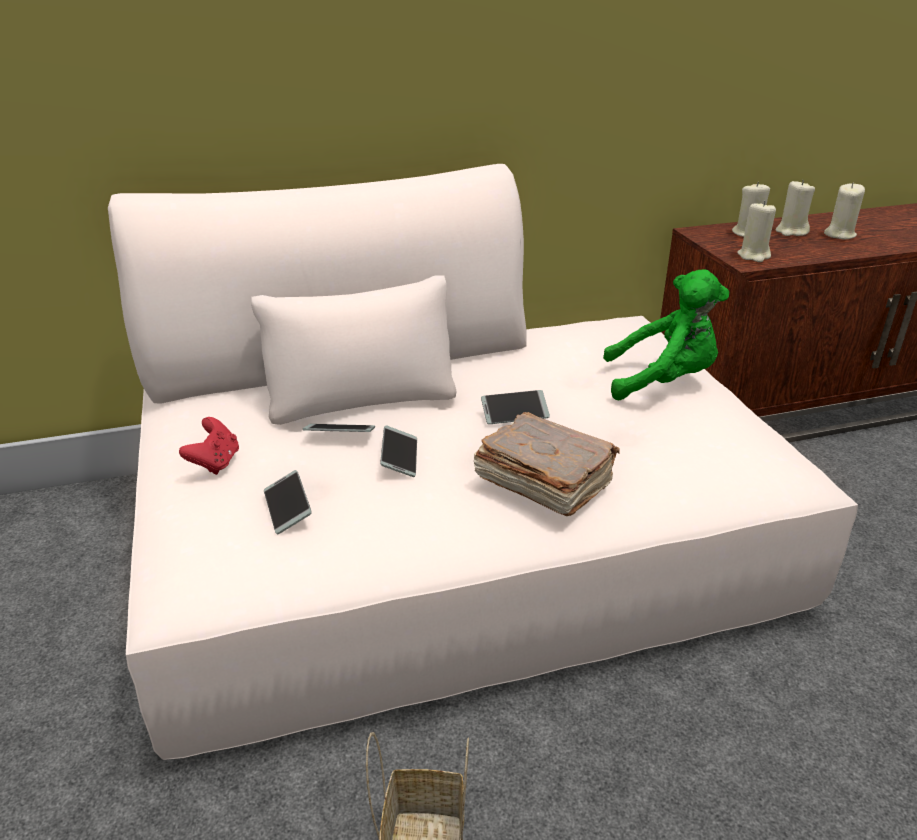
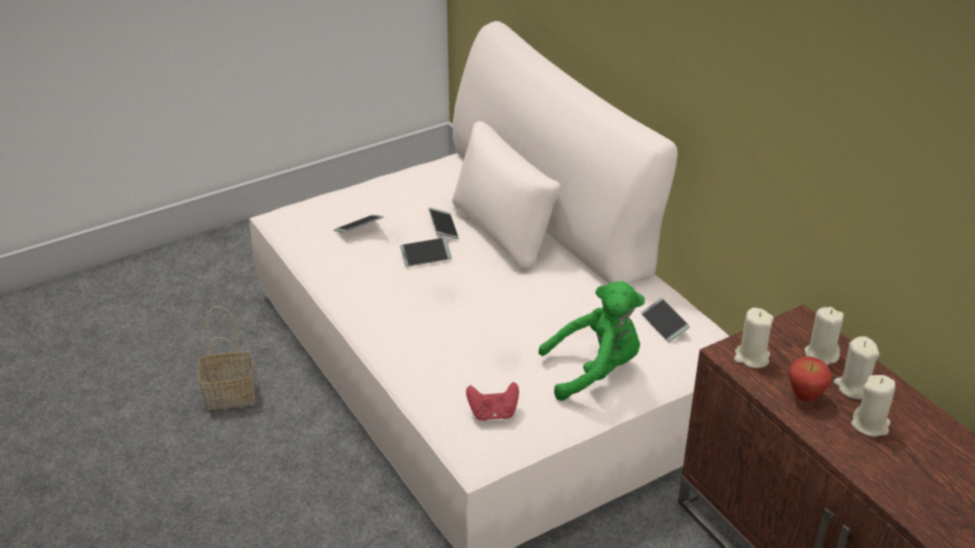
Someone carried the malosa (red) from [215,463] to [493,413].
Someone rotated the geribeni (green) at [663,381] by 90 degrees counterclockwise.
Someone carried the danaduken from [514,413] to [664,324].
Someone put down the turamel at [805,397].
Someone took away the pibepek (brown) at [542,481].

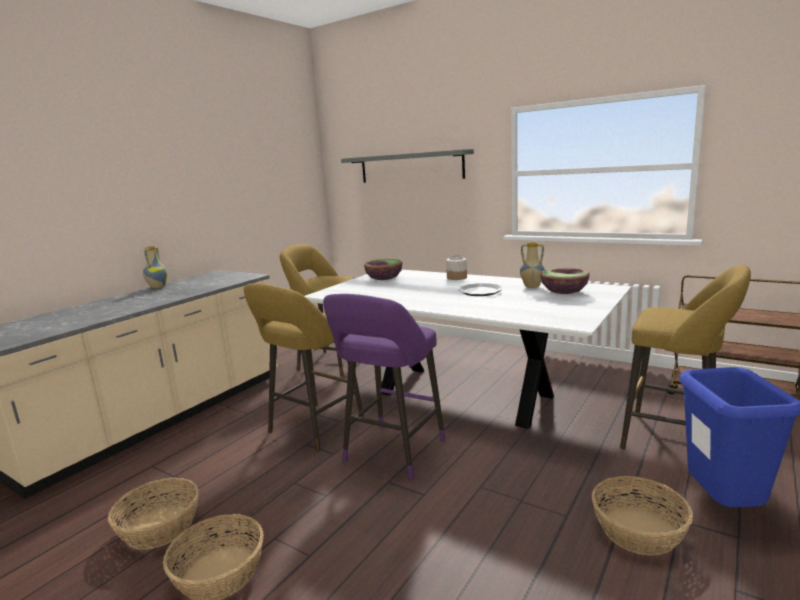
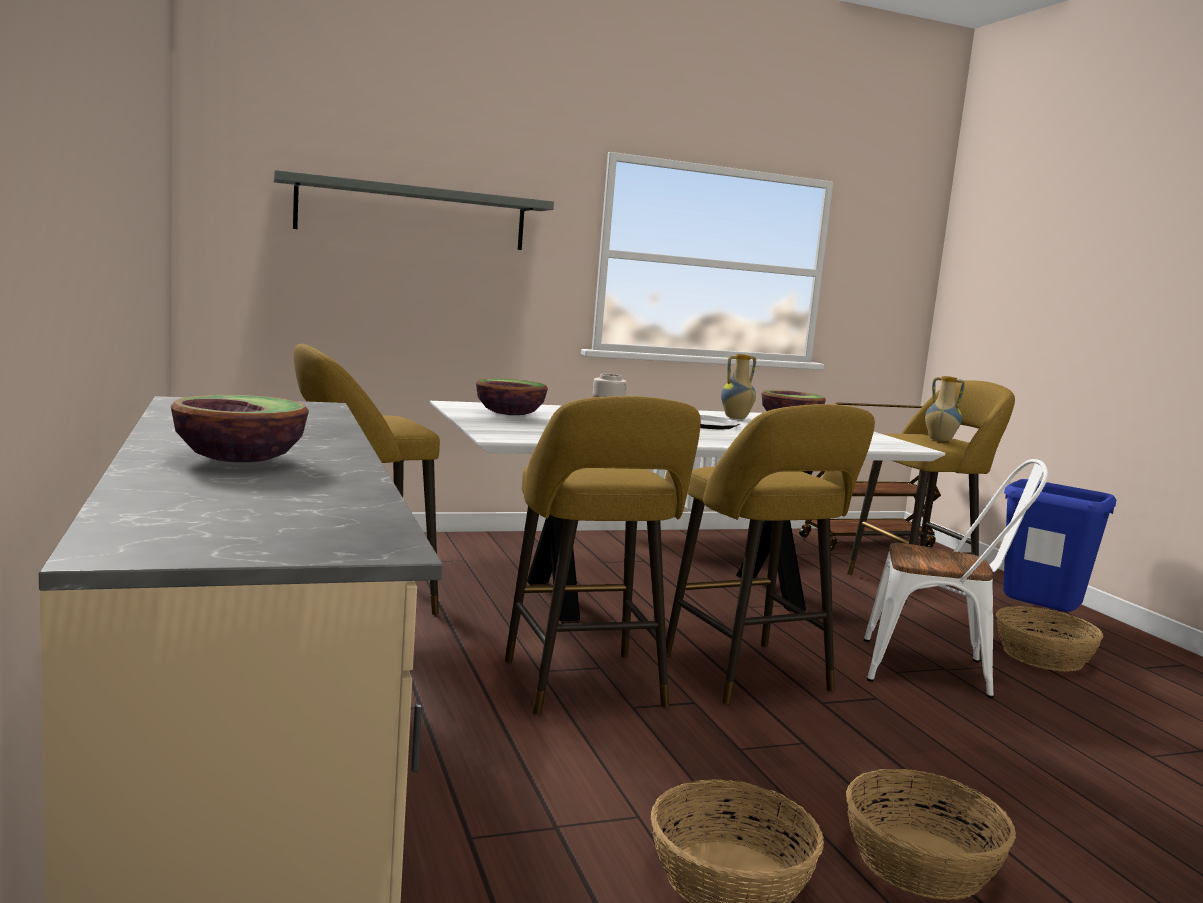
Someone put down the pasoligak at [240,461].
Someone repainted the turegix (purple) at [391,453], which became the turegix (yellow) at [752,676].
Someone put down the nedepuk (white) at [938,671].
Someone carried the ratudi from [157,287] to [939,440].

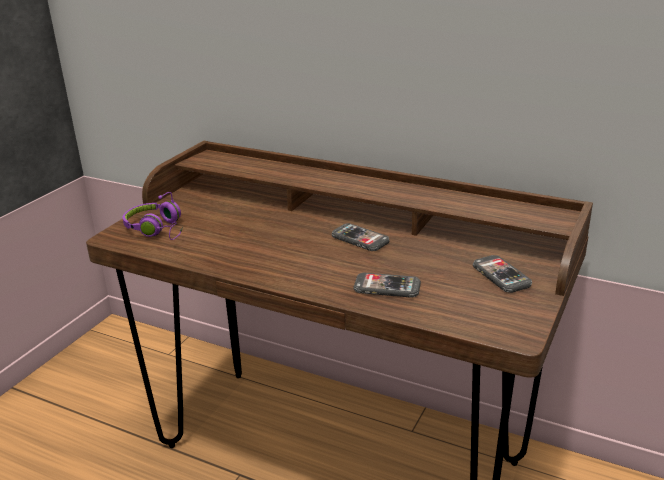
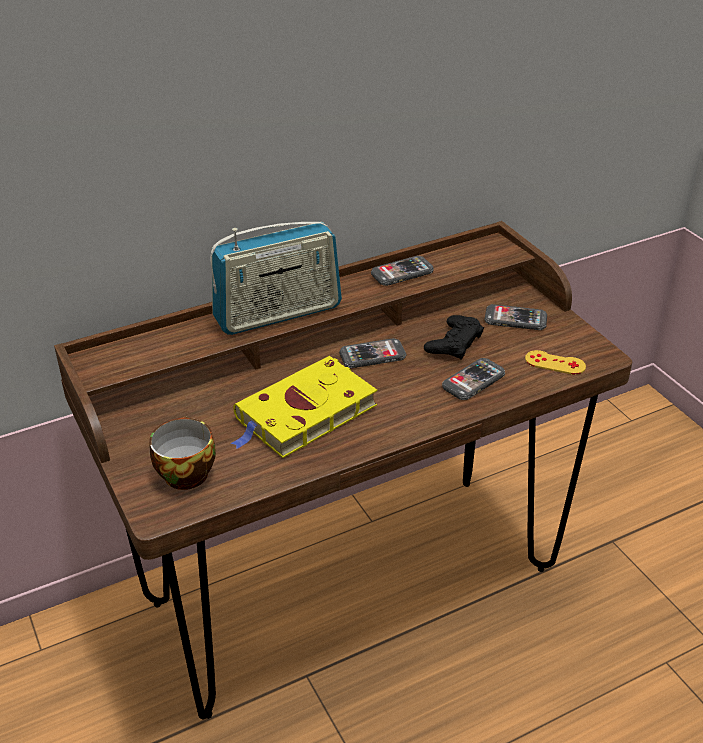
Someone swapped the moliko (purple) at [158,229] for the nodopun at [184,472].
Someone put down the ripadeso at [278,314].
Someone put down the pibepek (yellow) at [303,414].
Someone put down the danaduken at [402,273].
Someone put down the malosa (black) at [454,343].
Someone put down the malosa (yellow) at [555,363].

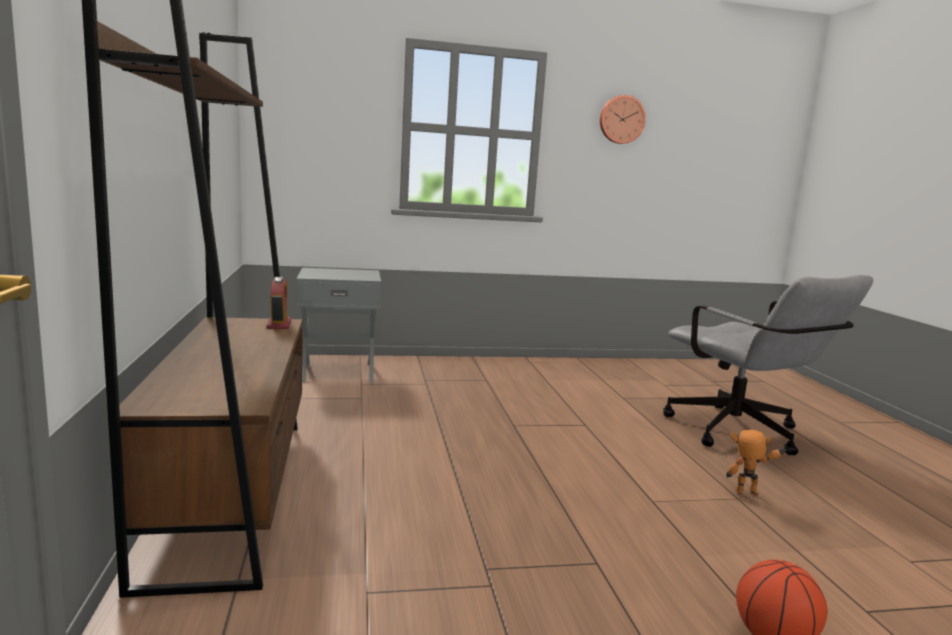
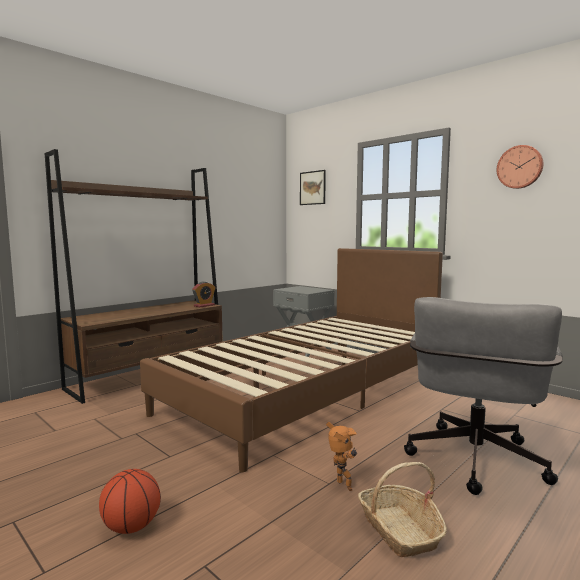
Someone put down the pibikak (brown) at [308,392].
Someone put up the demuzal at [312,188].
Someone put down the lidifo at [400,530].

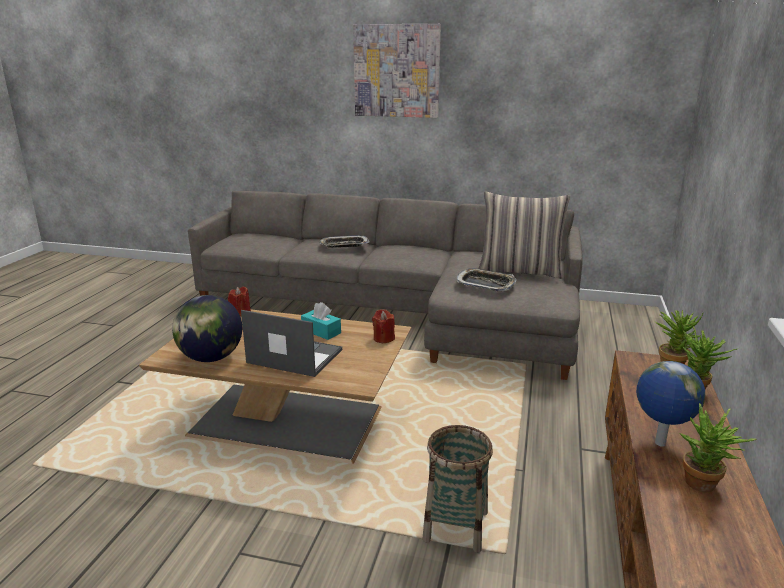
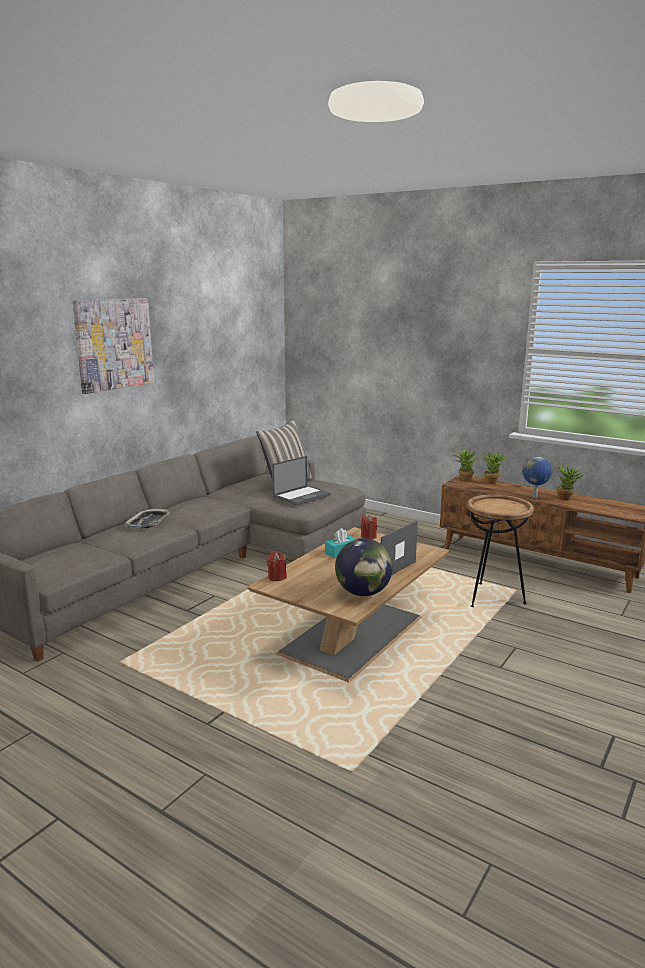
Someone swapped the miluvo at [485,284] for the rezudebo at [302,496].
Someone swapped the lidifo at [456,526] for the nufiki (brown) at [492,598].

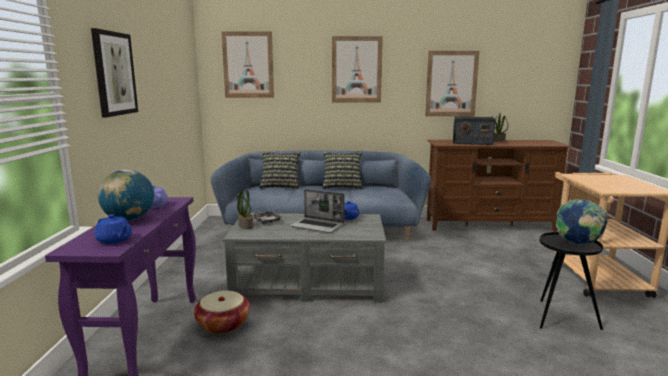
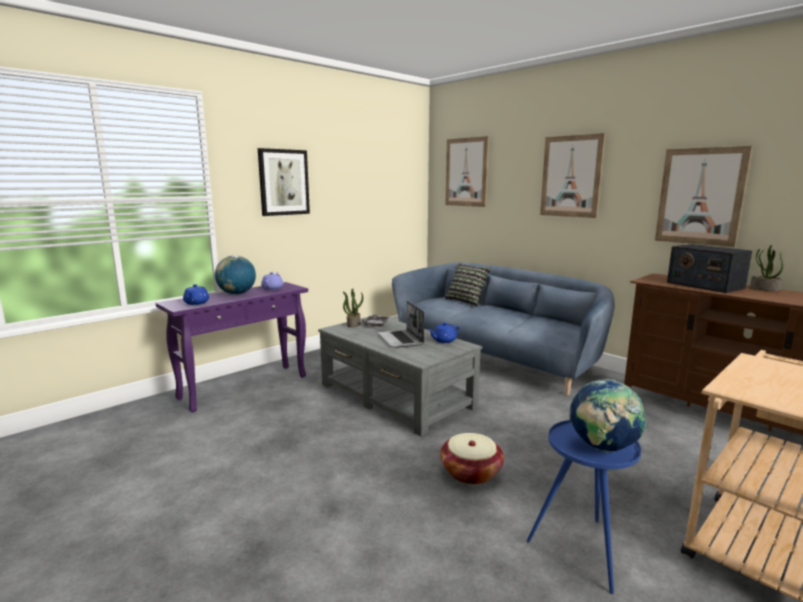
Someone carried the lidifo from [223,324] to [471,472].
Someone repainted the nufiki (black) at [560,317], which became the nufiki (blue) at [581,548].
Someone took away the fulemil at [342,186].

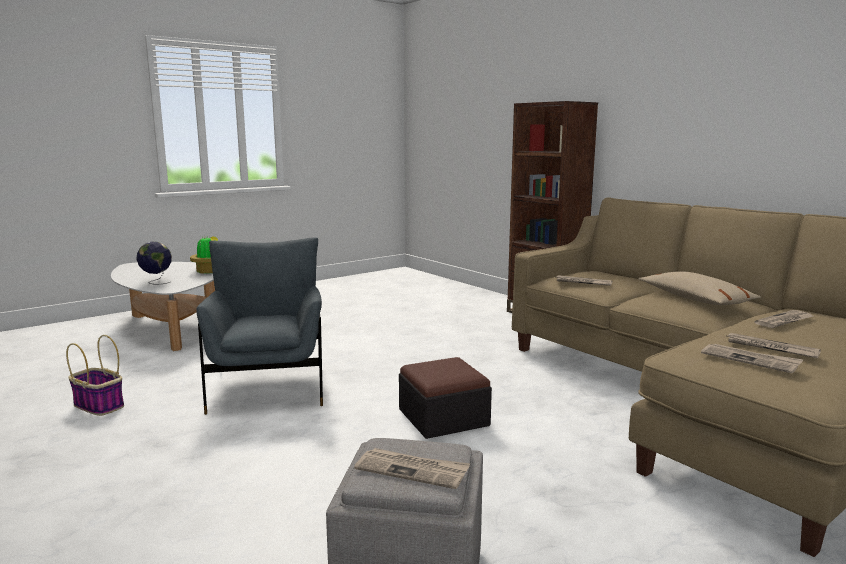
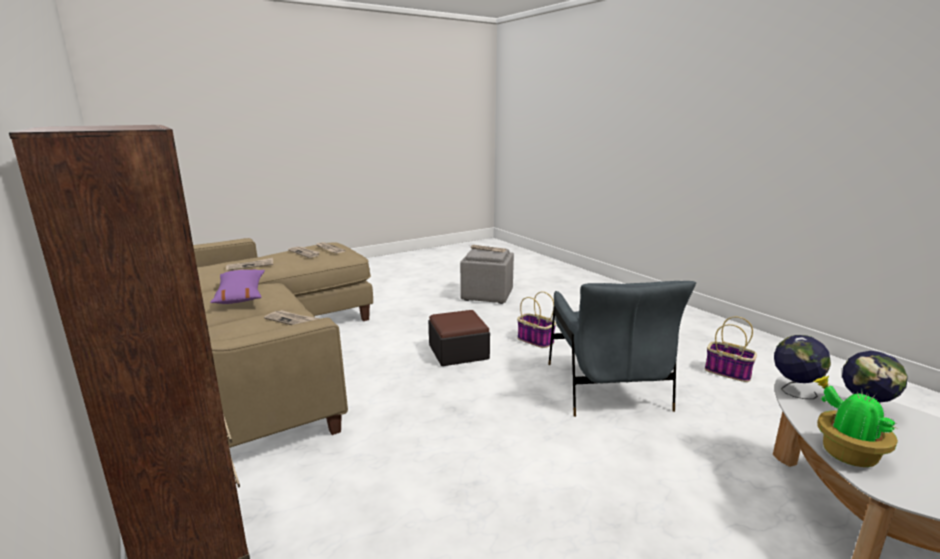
Someone repainted the fulemil (beige) at [695,299], which became the fulemil (purple) at [240,295].
Someone put down the lidifo at [534,340].
Someone put down the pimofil at [794,391].

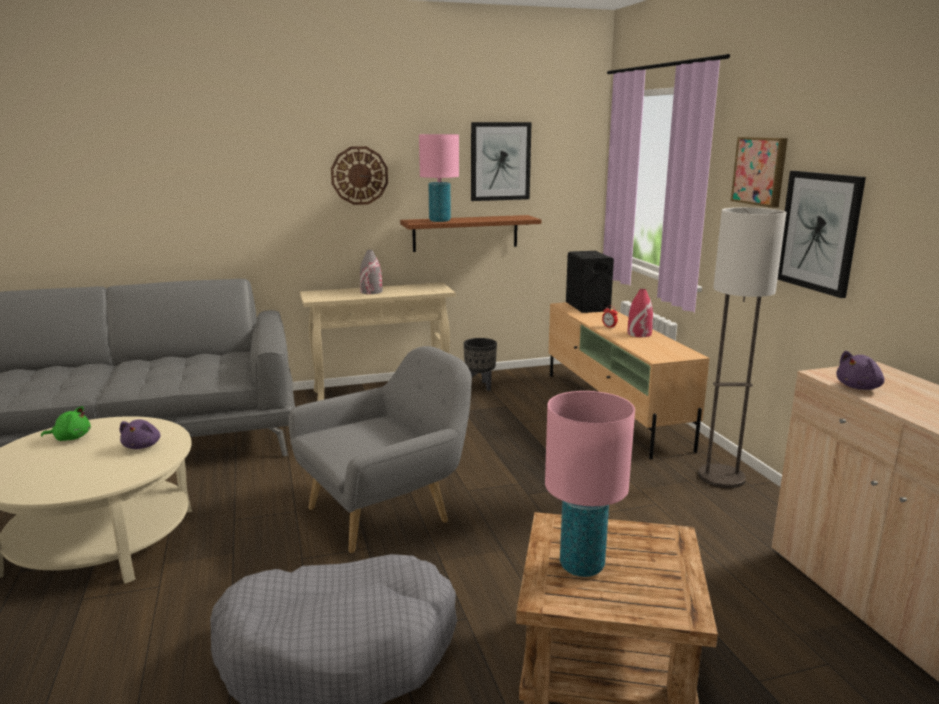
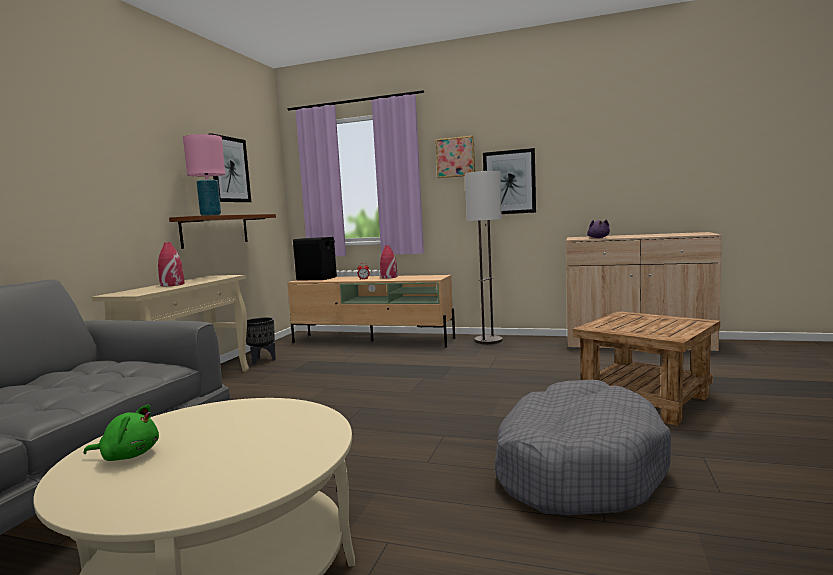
Someone rotated the geribeni (green) at [71,438] by 60 degrees clockwise.
Someone repainted the ratudi (grey) at [371,291], which became the ratudi (red) at [172,285].
Someone took away the geribeni (purple) at [142,446].
Someone took away the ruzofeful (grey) at [385,511].
Someone took away the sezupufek at [359,175].
Someone took away the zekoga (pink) at [581,566].

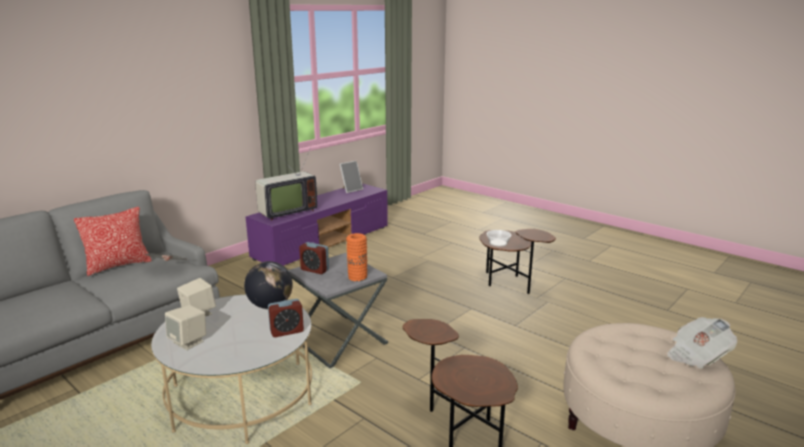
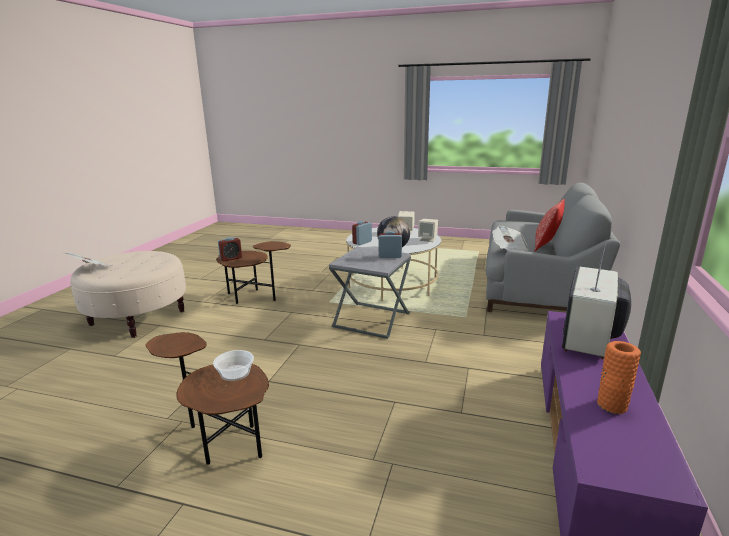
Someone put down the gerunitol at [231,258].
Someone carried the ratudi (orange) from [357,277] to [612,405].
Someone took away the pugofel at [351,189].

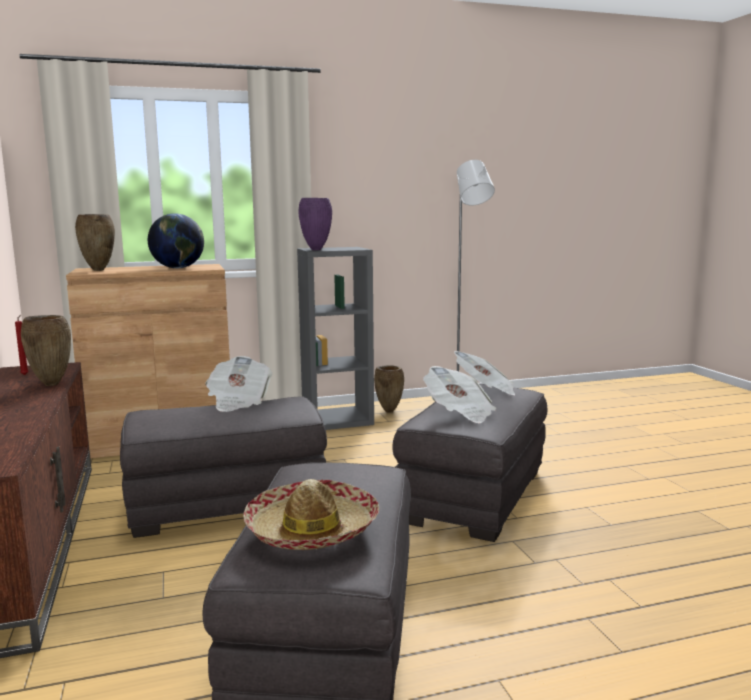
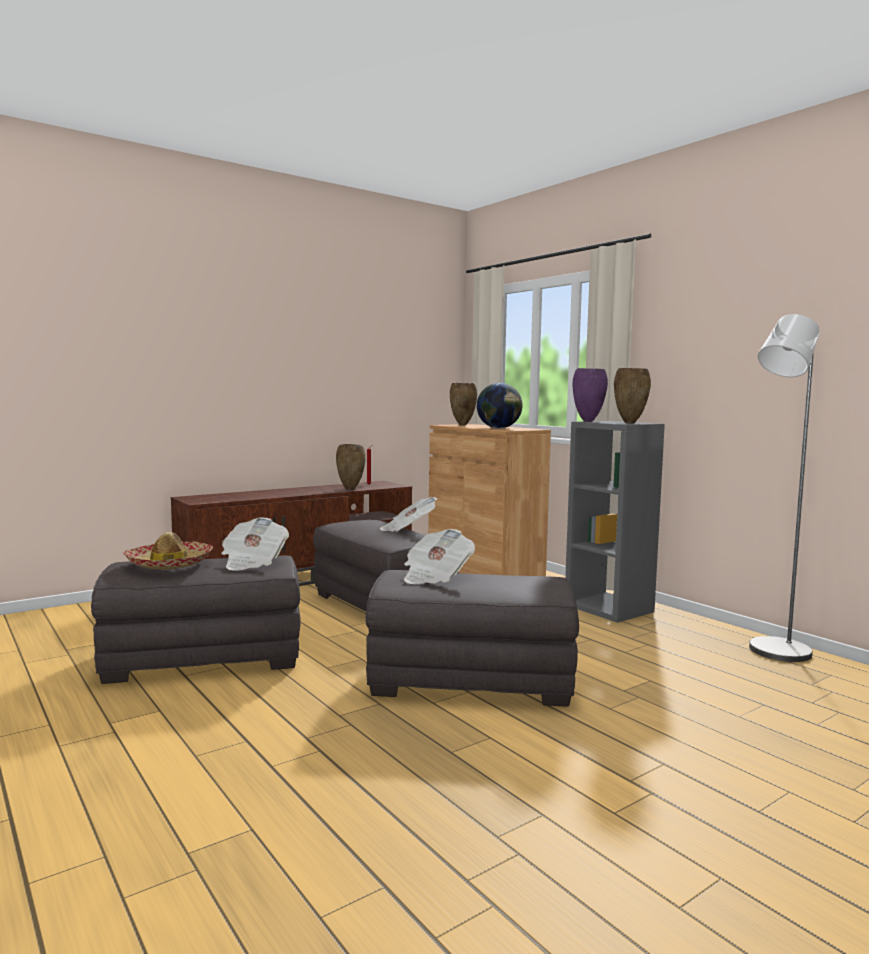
Someone carried the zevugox from [485,390] to [253,562].
Someone carried the ratudi (brown) from [389,411] to [630,423].

